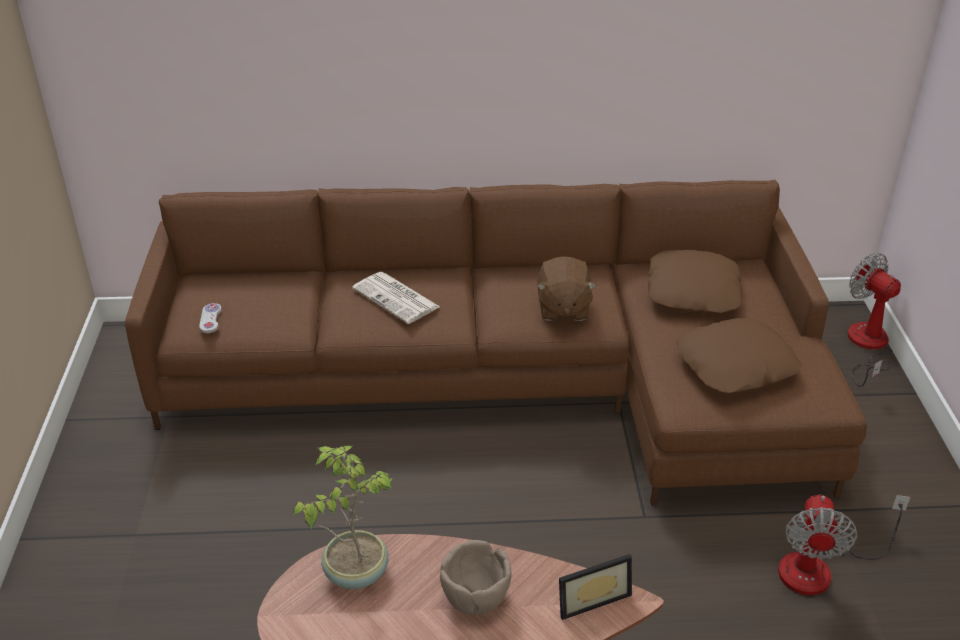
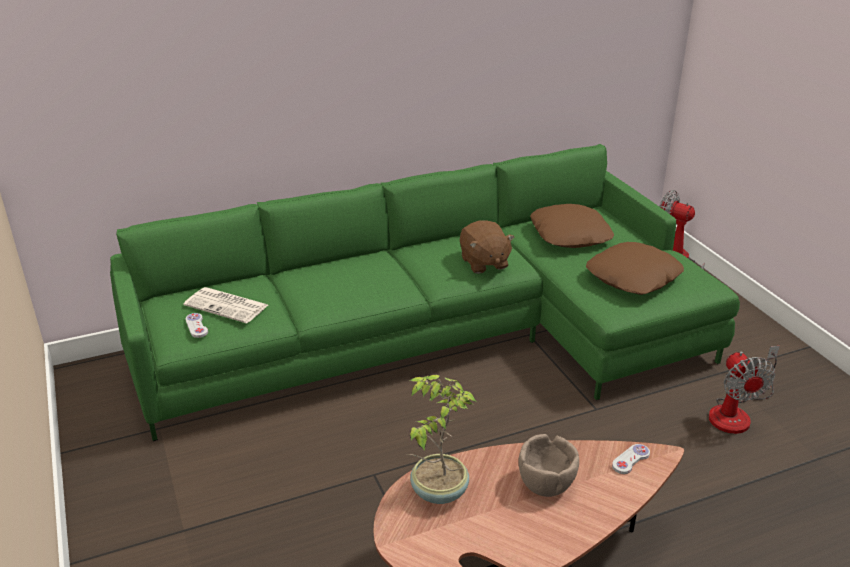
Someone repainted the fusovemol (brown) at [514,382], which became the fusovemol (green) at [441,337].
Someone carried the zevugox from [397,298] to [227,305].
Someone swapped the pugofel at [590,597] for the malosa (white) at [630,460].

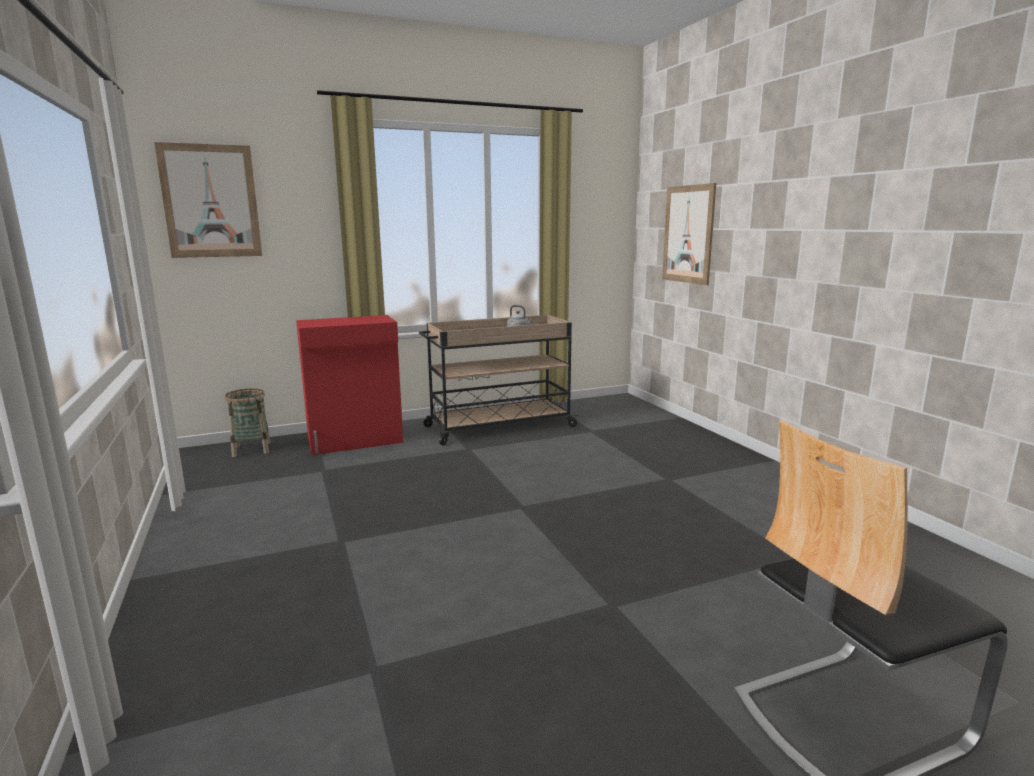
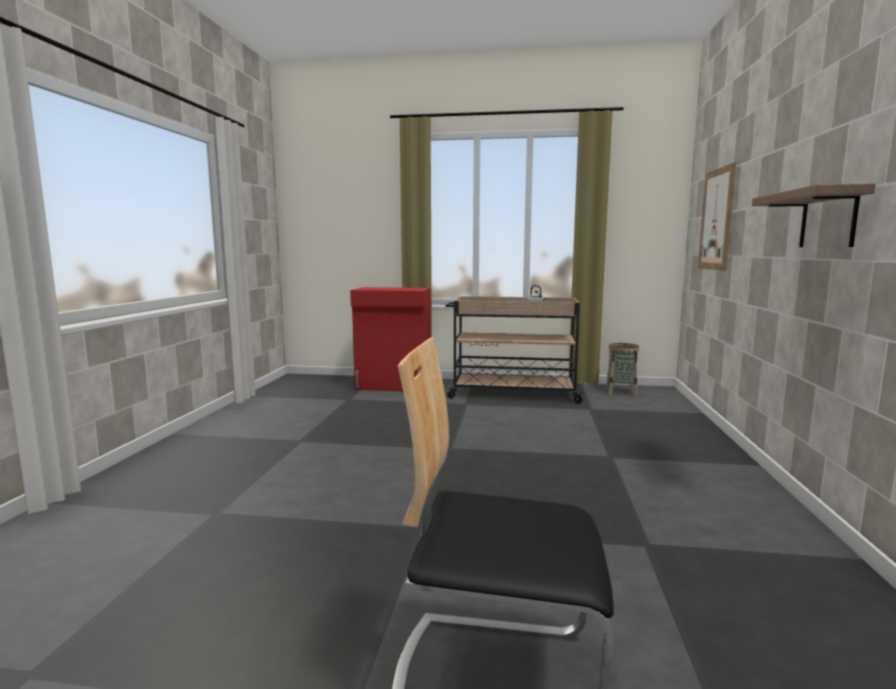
Someone carried the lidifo from [252,449] to [621,391].
Someone put up the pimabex at [828,219].
Someone took away the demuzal at [211,201].

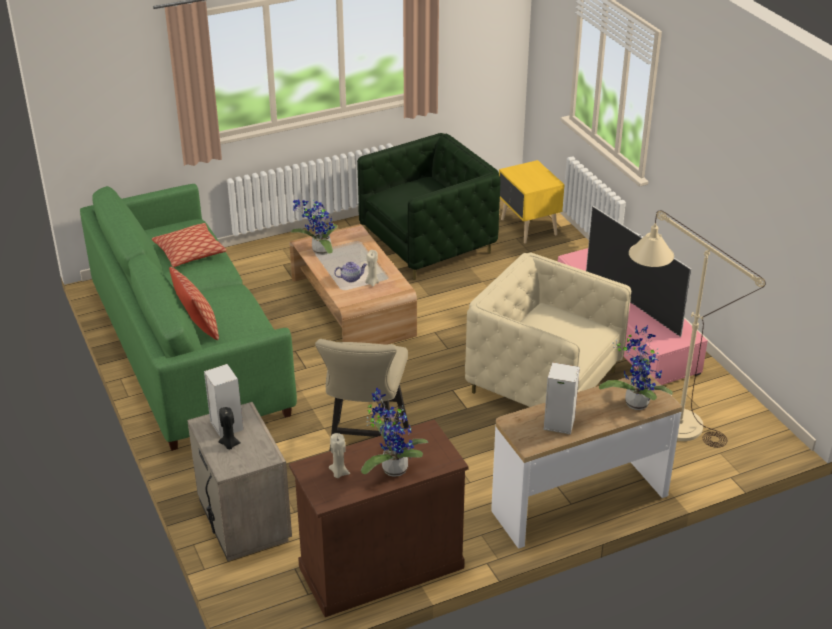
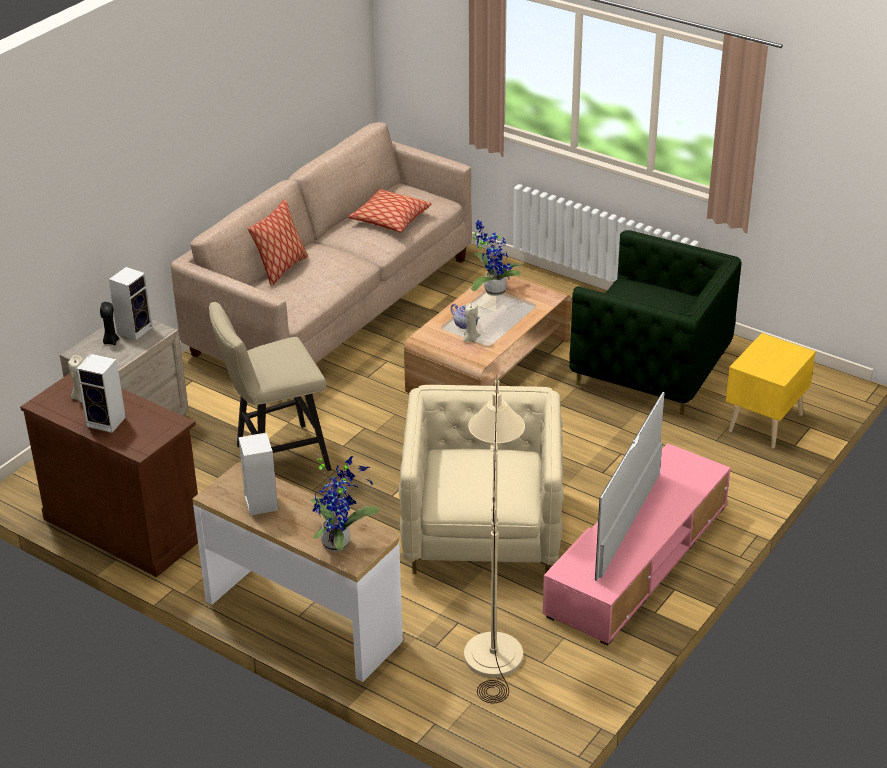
Someone swapped the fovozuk at [392,467] for the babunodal at [107,422].
Someone repainted the fusovemol (green) at [189,350], which became the fusovemol (beige) at [333,306].

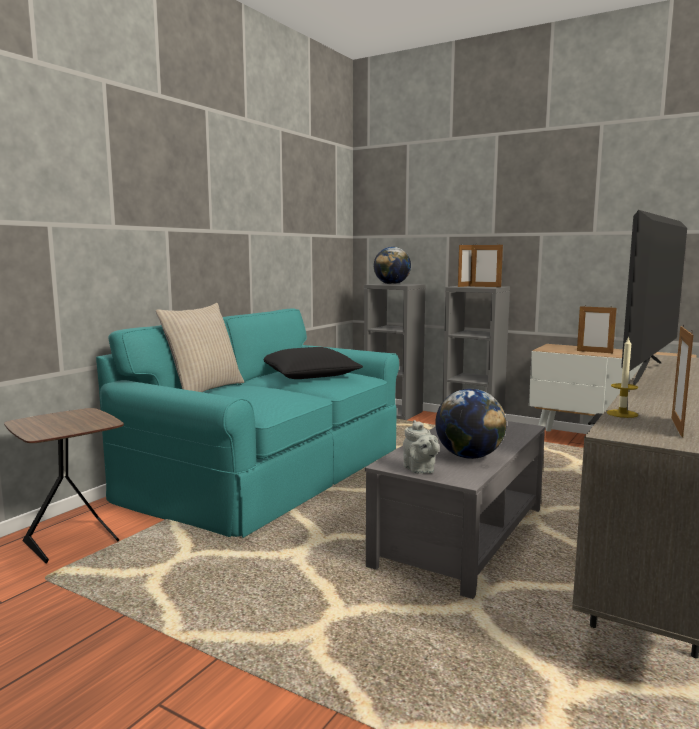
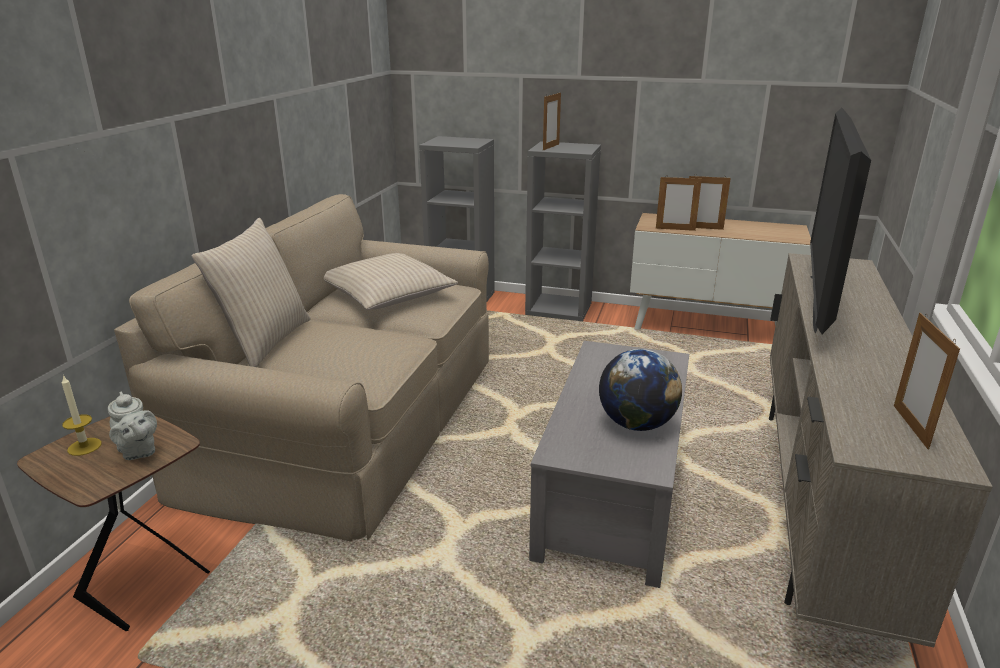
Someone carried the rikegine from [622,414] to [84,446].
Someone carried the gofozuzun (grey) from [420,470] to [138,452].
Someone repainted the fusovemol (turquoise) at [269,471], which became the fusovemol (beige) at [352,418].
Someone repainted the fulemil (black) at [309,375], which became the fulemil (beige) at [388,294].
Someone carried the pugofel from [485,286] to [675,229].
Someone took away the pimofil at [392,284].

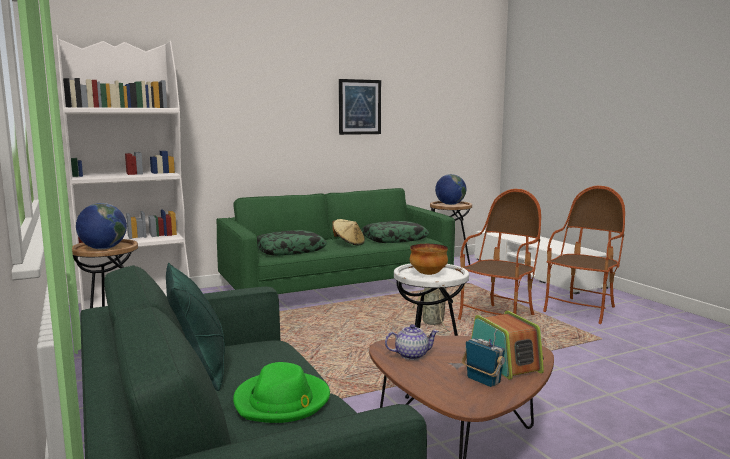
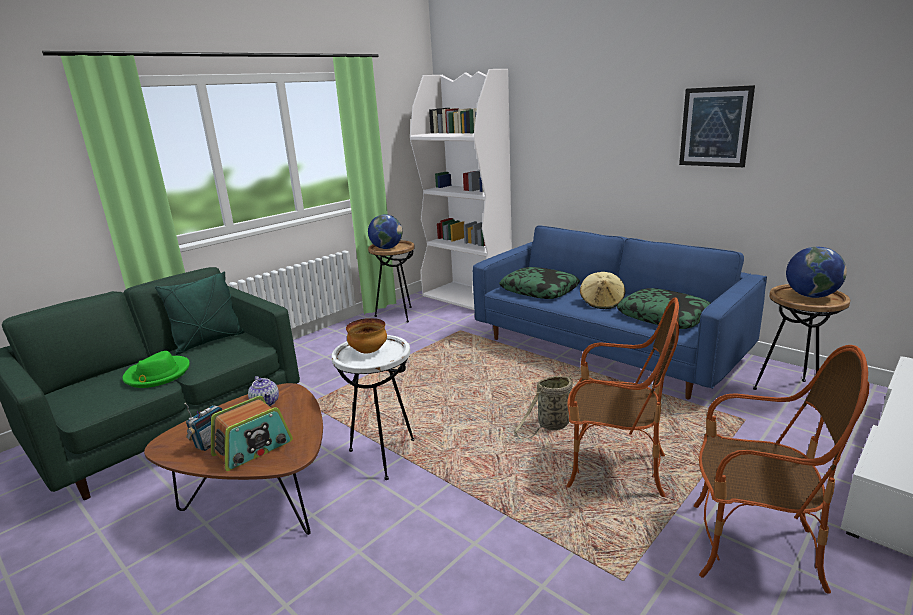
Someone repainted the fusovemol (green) at [336,287], which became the fusovemol (blue) at [605,347].

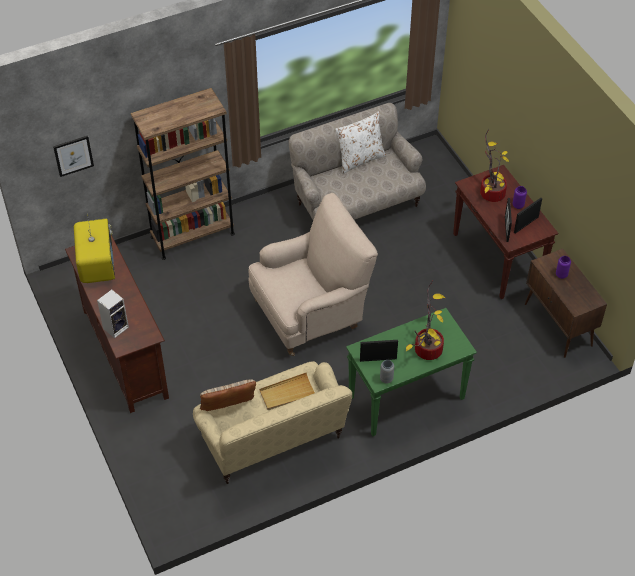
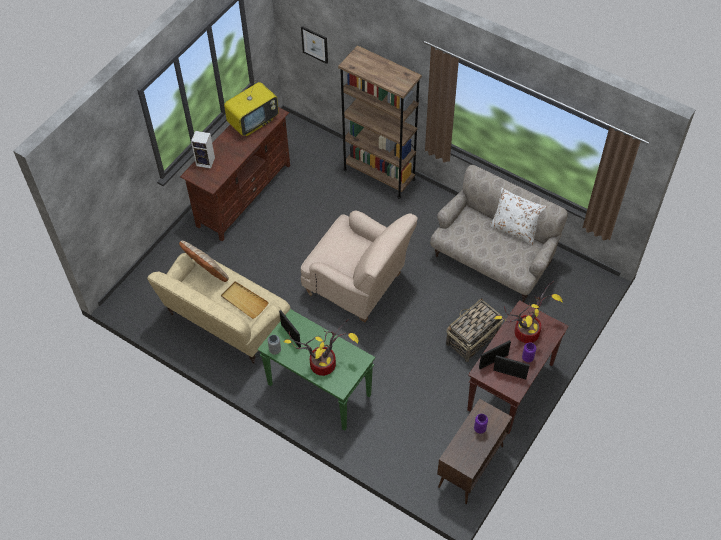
Someone put down the lidifo at [472,339].

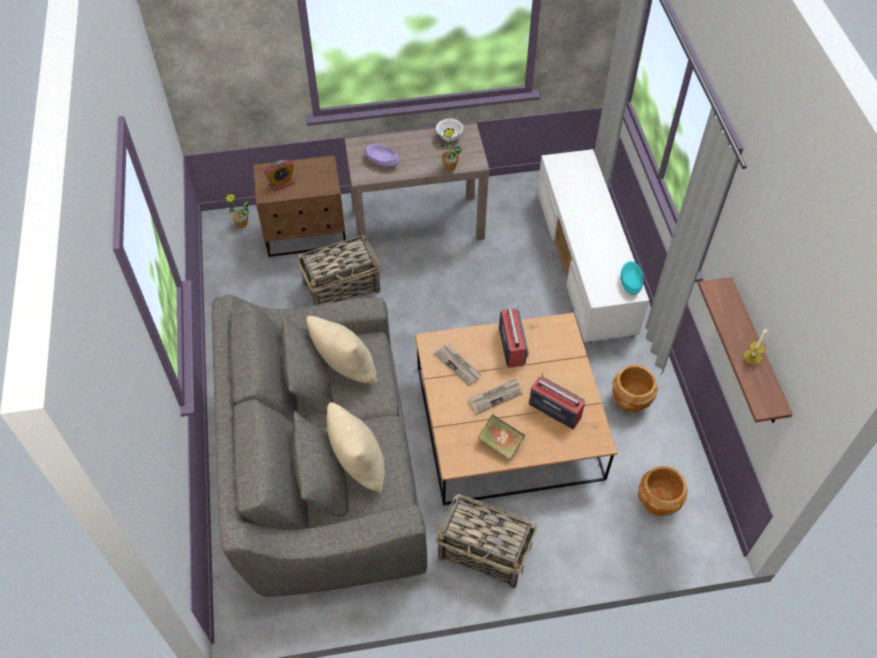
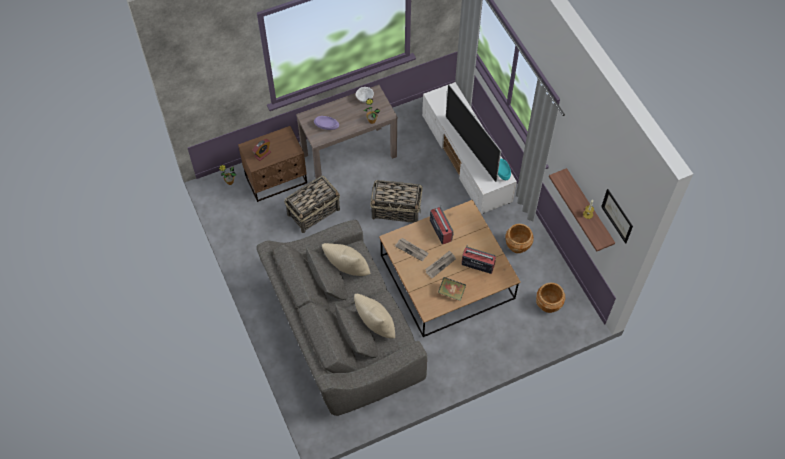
Someone carried the lidifo from [485,552] to [397,210].
Someone put down the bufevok at [471,148].
Someone put up the demuzal at [617,216].

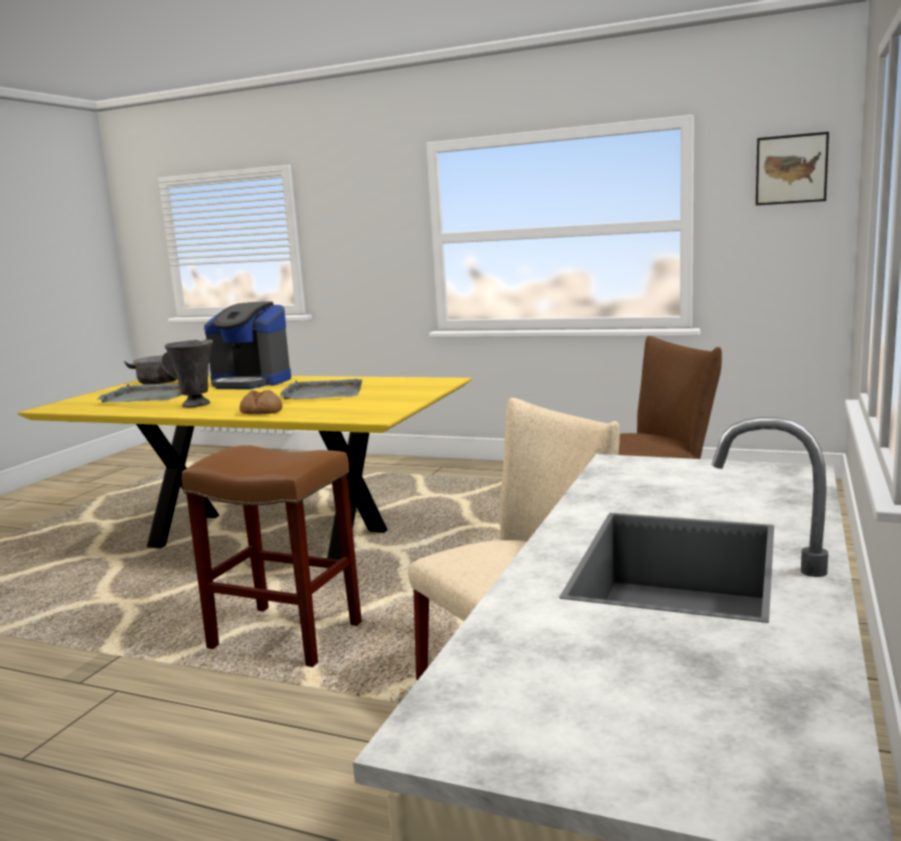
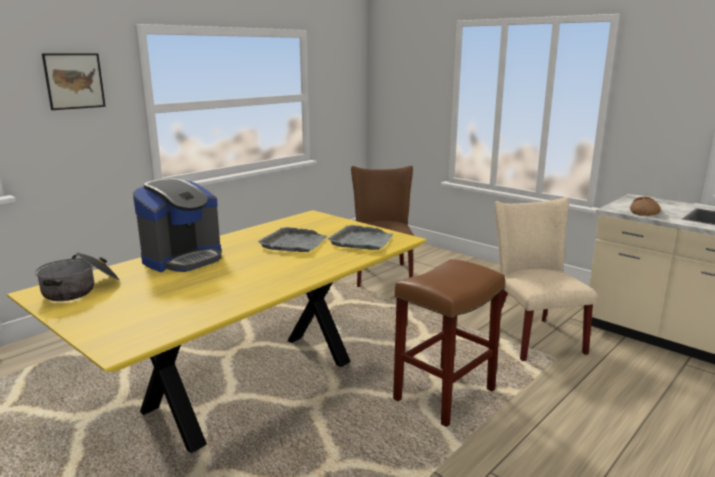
Someone carried the demuzal from [791,169] to [74,81].
Someone carried the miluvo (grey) from [146,397] to [362,241].
Someone carried the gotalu from [261,412] to [644,212].
Someone took away the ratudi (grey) at [197,405].

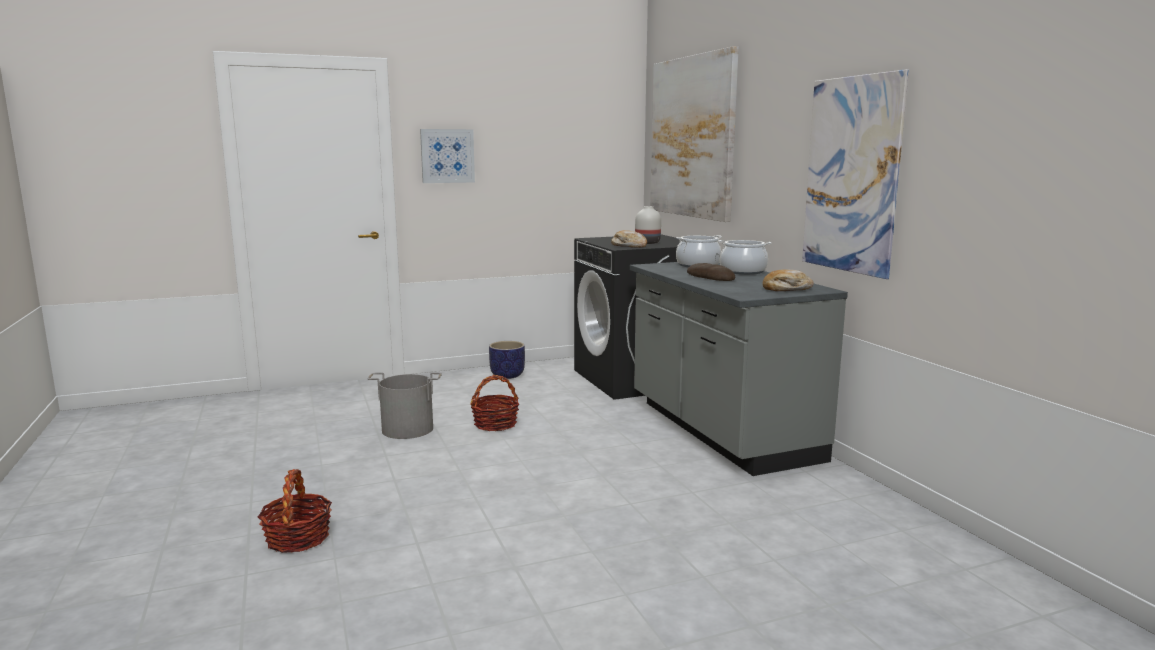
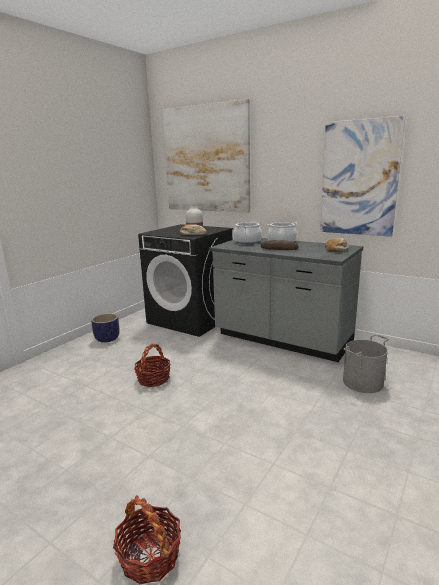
Someone carried the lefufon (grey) from [407,429] to [363,382].
Someone took away the demuzal at [447,156].

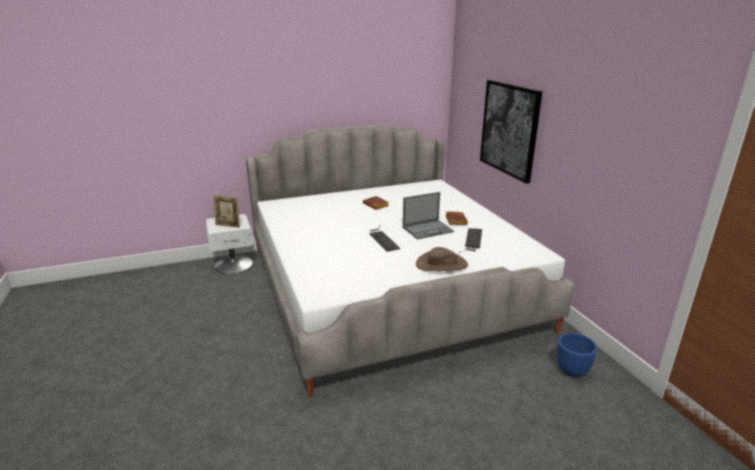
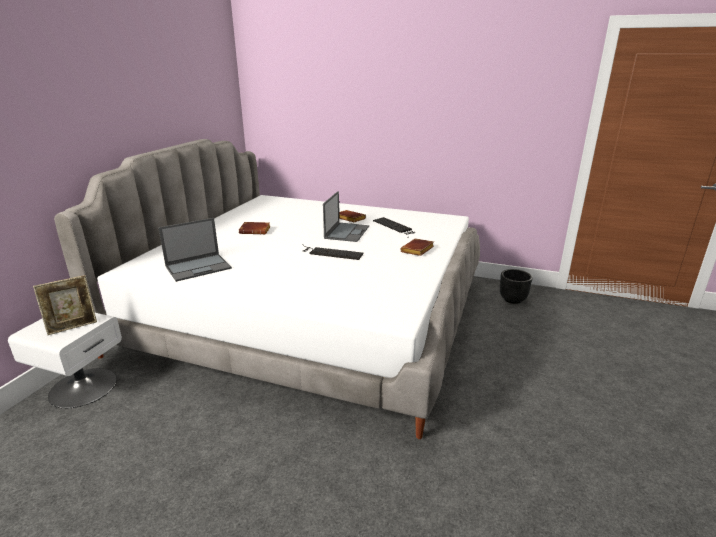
Someone put down the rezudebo at [199,267].
Someone swapped the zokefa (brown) at [441,264] for the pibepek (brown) at [417,250].
Someone repainted the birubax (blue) at [572,370], which became the birubax (black) at [512,299].
Someone took away the demuzal at [509,129].

